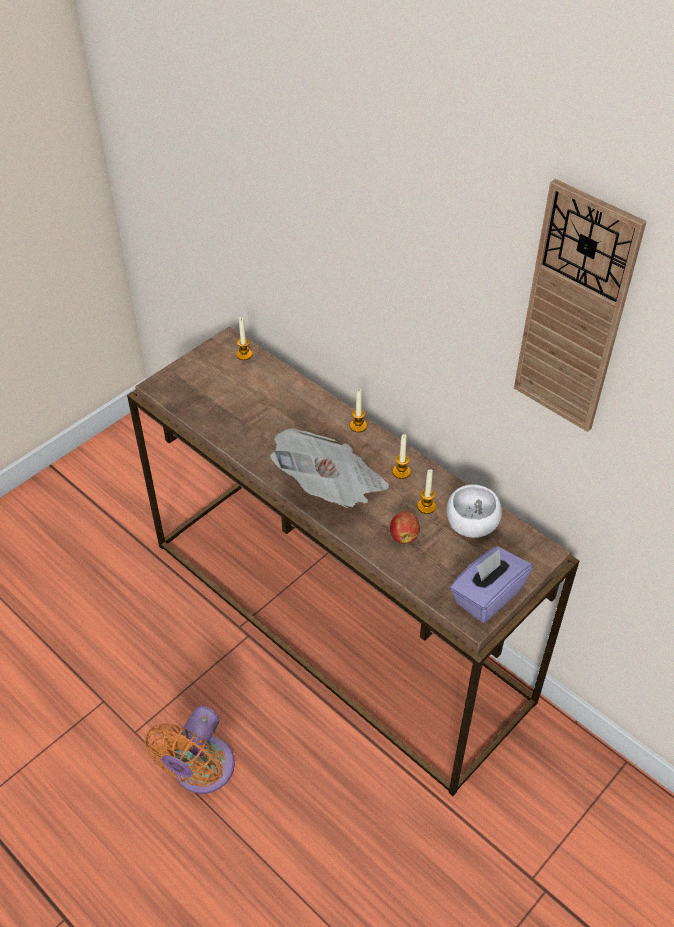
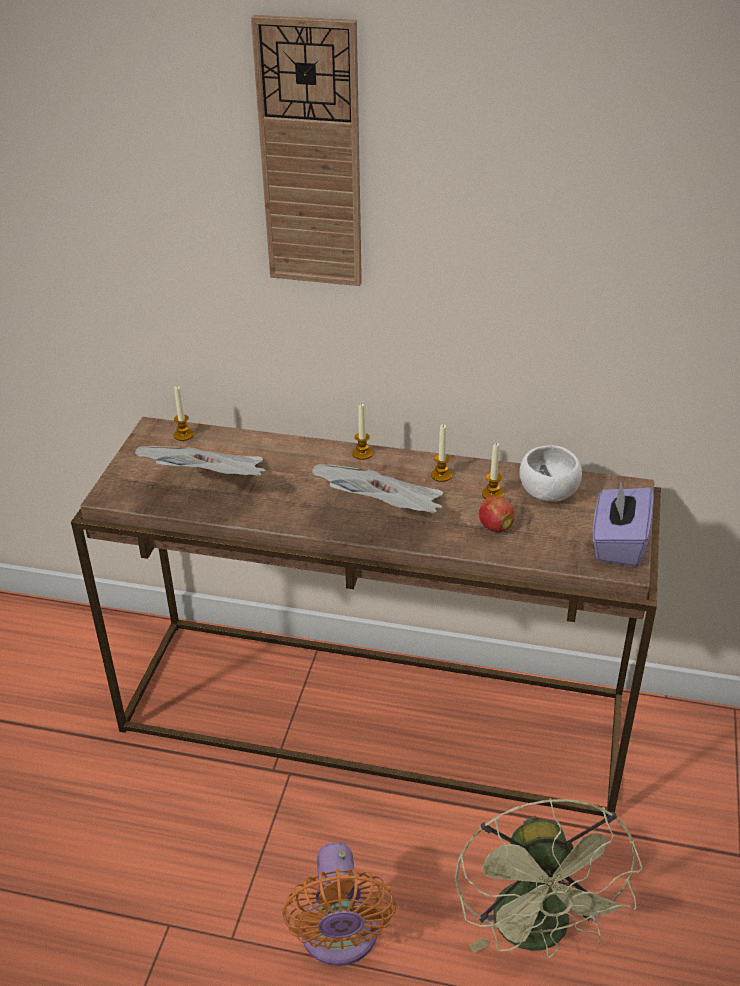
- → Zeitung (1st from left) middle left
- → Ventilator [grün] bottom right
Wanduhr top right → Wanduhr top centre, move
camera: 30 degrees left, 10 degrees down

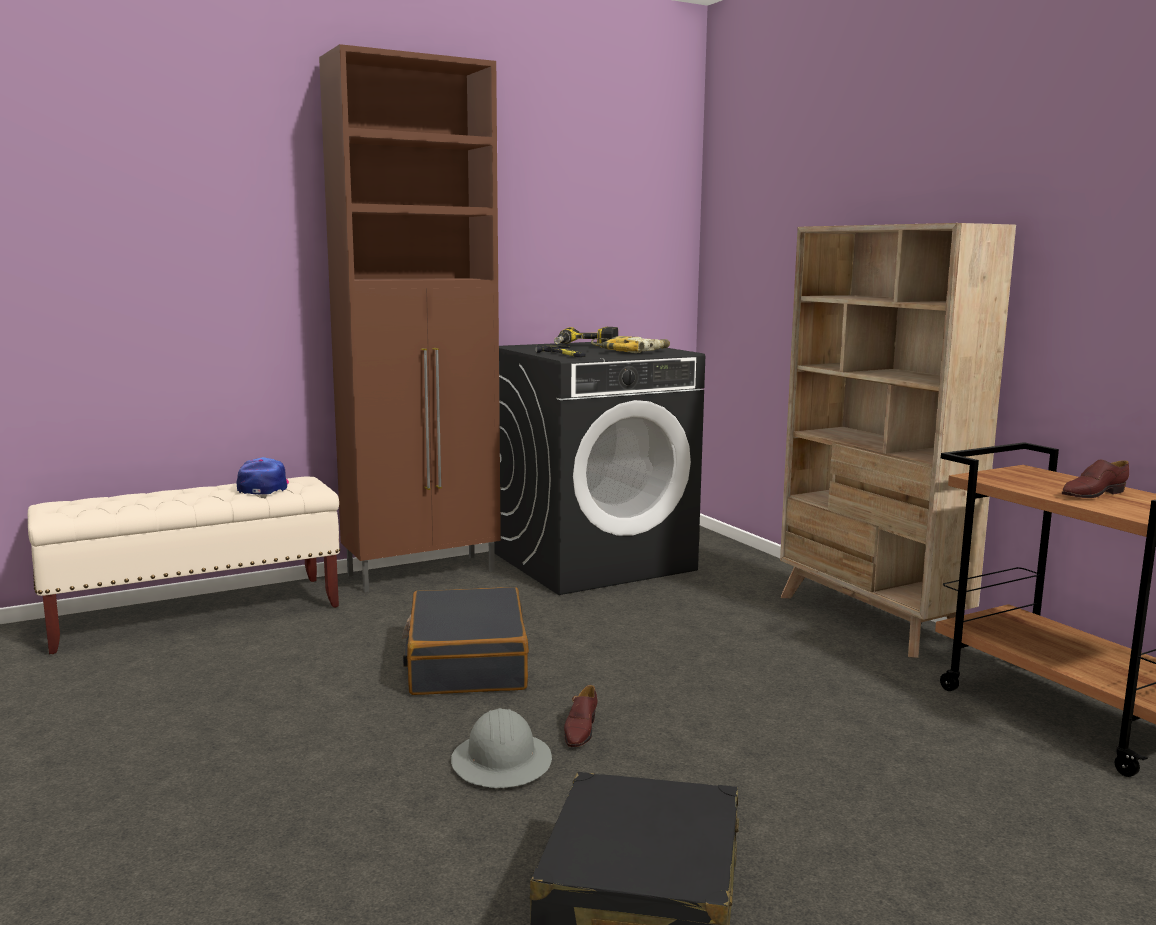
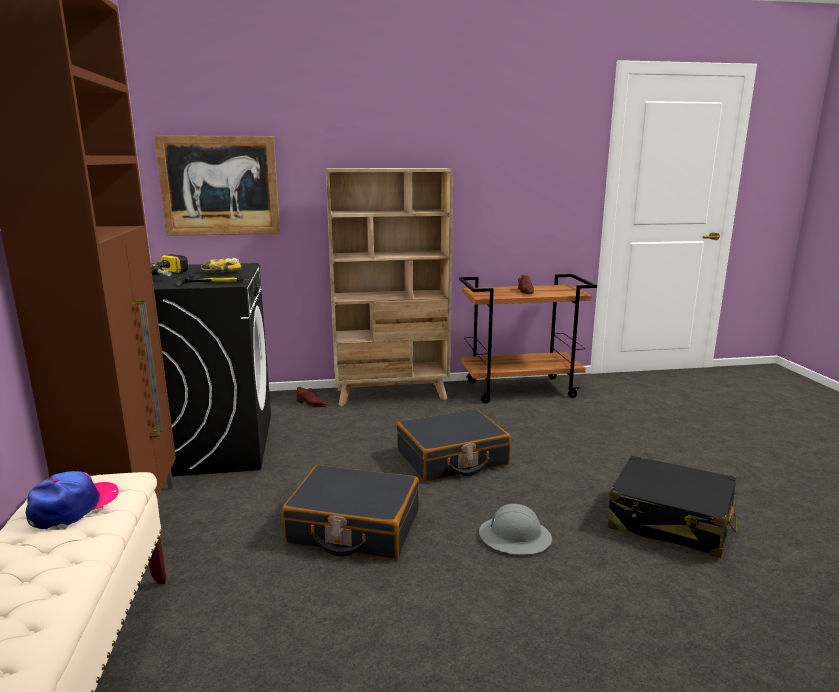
- → Bild top left
- → Koffer [schwarz] (2nd from left) centre
Schuh [braun] (1st from left) bottom centre → Schuh [braun] (1st from left) centre, move
Kappe middle left → Kappe bottom left, 105 degrees clockwise
camera: 70 degrees left, 5 degrees up

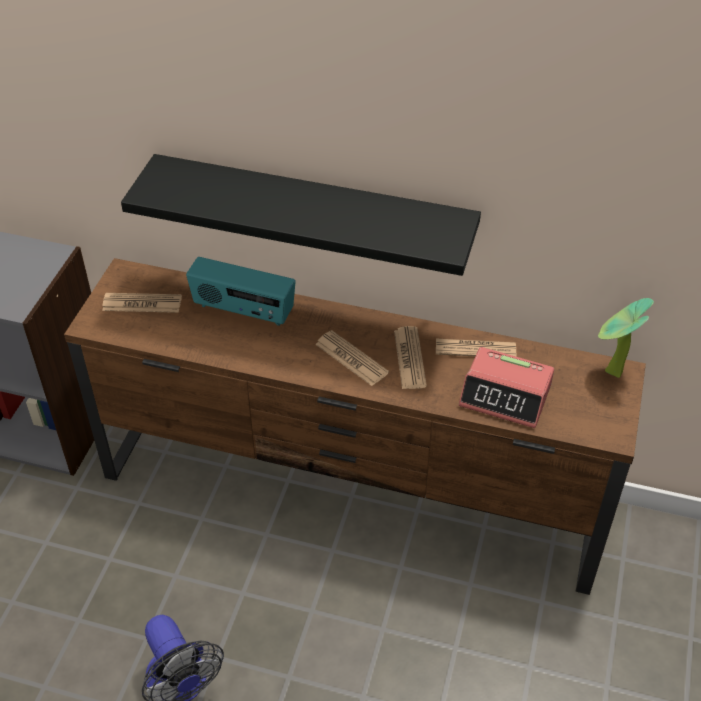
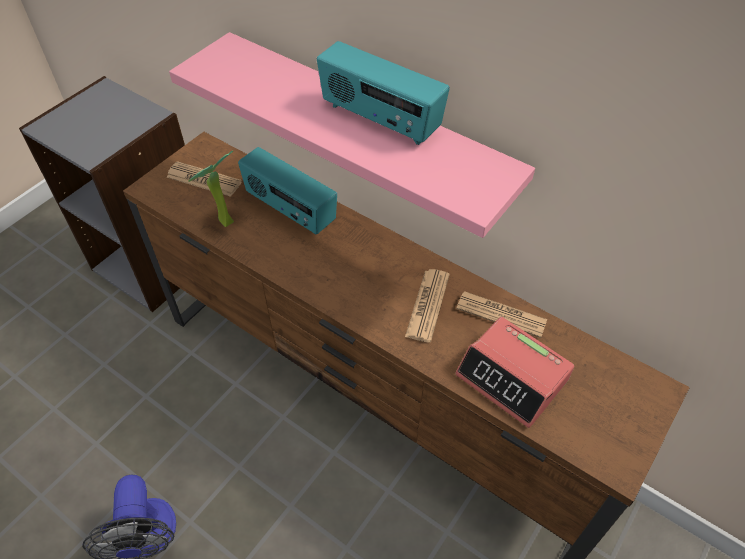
Zeitung (2nd from left) centre → -
- → Radio (2nd from left) top centre
Topfpflanze middle right → Topfpflanze middle left, move
Wandregal [schwarz] top centre → Wandregal [rosa] top centre
camera: 20 degrees right, 5 degrees up

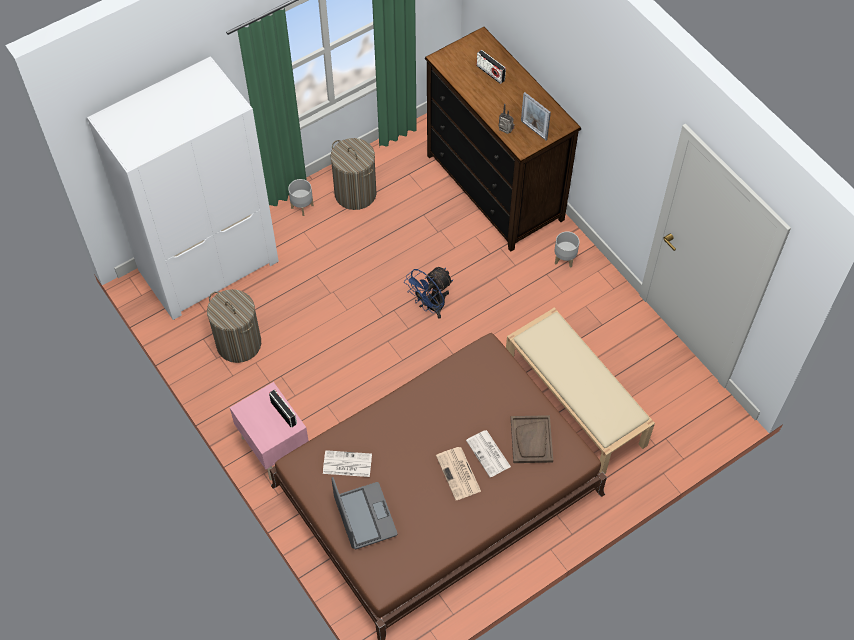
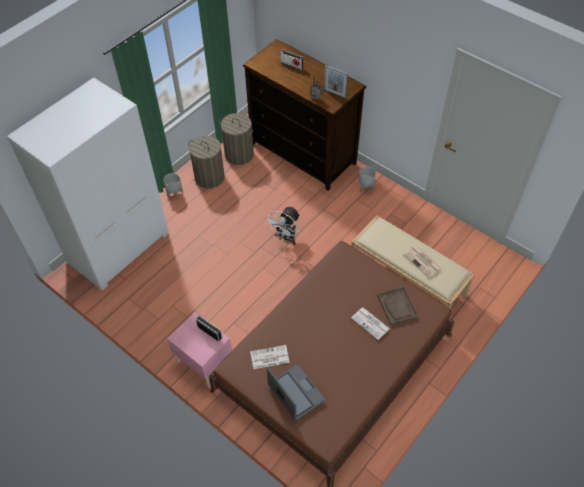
Wäschekorb (1st from left in the first image) middle left → Wäschekorb (2nd from left) top centre, move
Zeitung (2nd from left in the first image) bottom centre → Zeitung (3rd from left) middle right, move
Ventilator [blau] centre → Ventilator [weiß] centre
camera: 15 degrees left, 5 degrees down

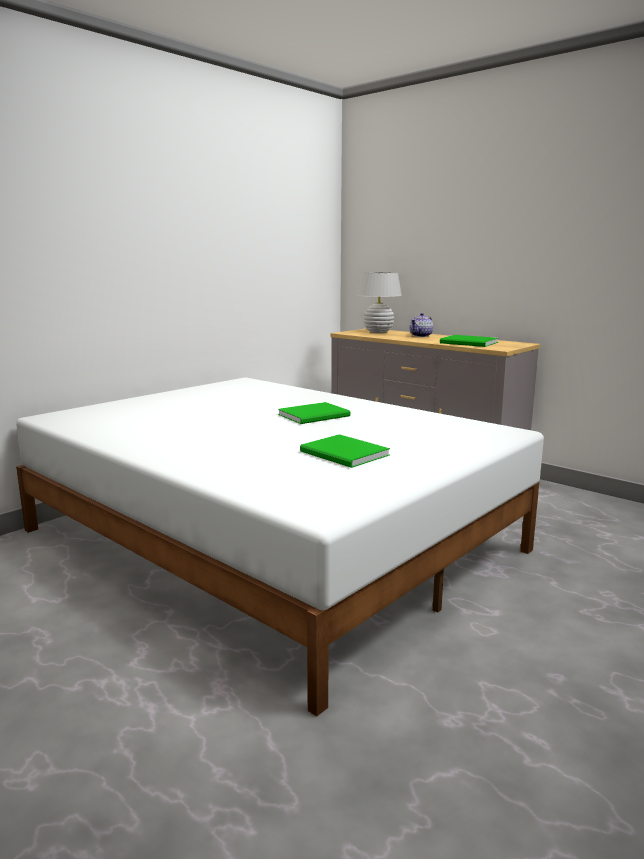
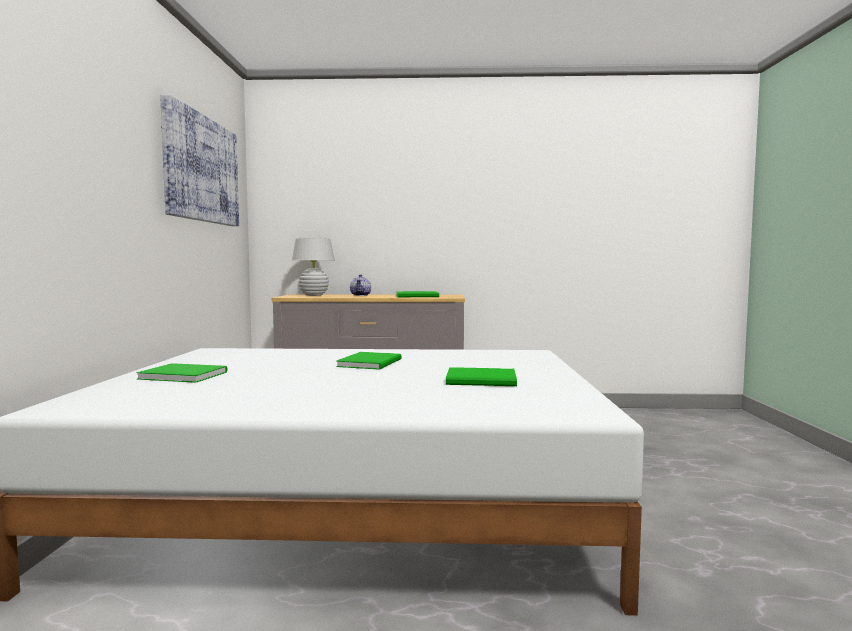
- → Buch [grün] (1st from left) middle left
- → Bild top left
camera: 40 degrees left, 10 degrees down

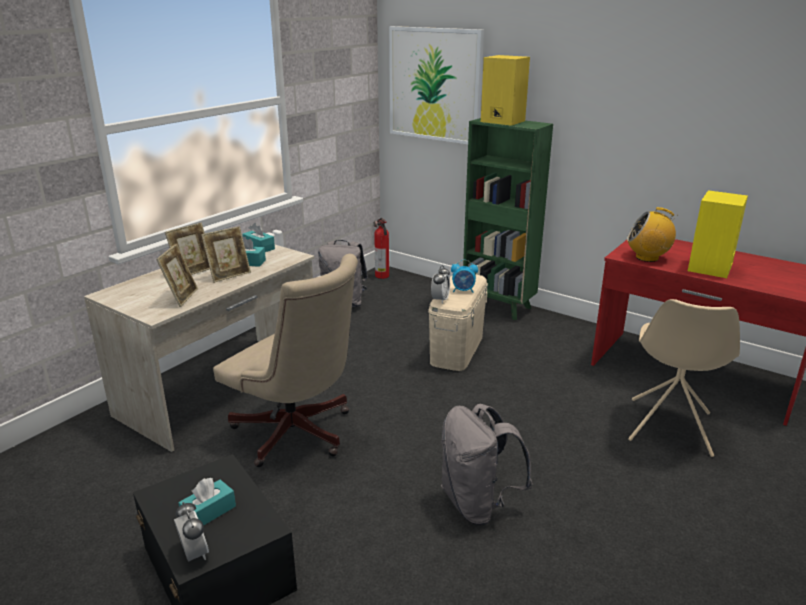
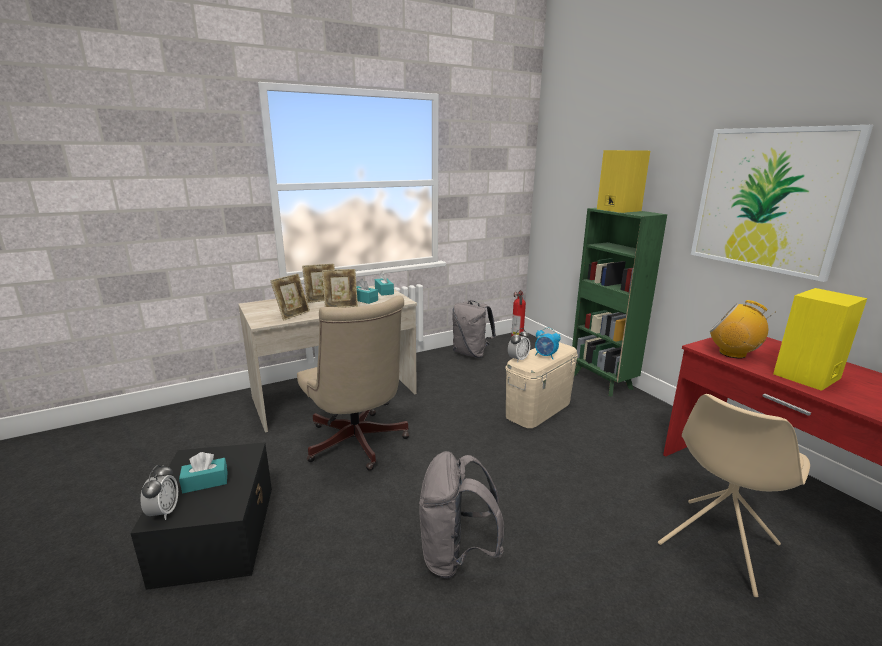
Bild top centre → Bild top right, move
camera: 25 degrees right, 5 degrees down

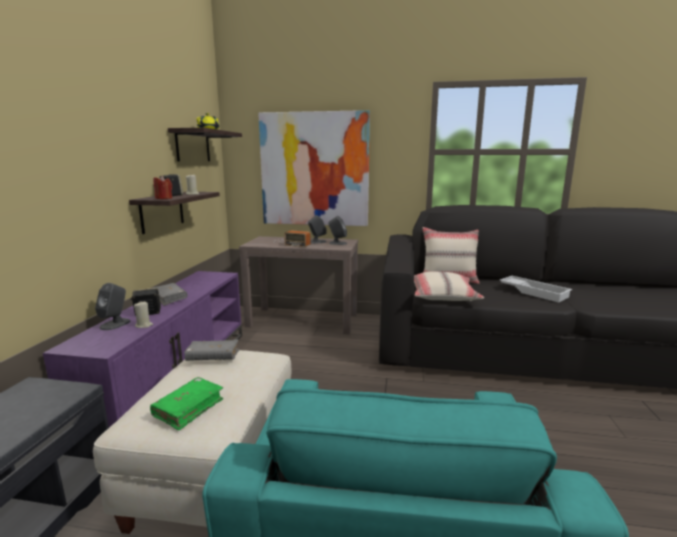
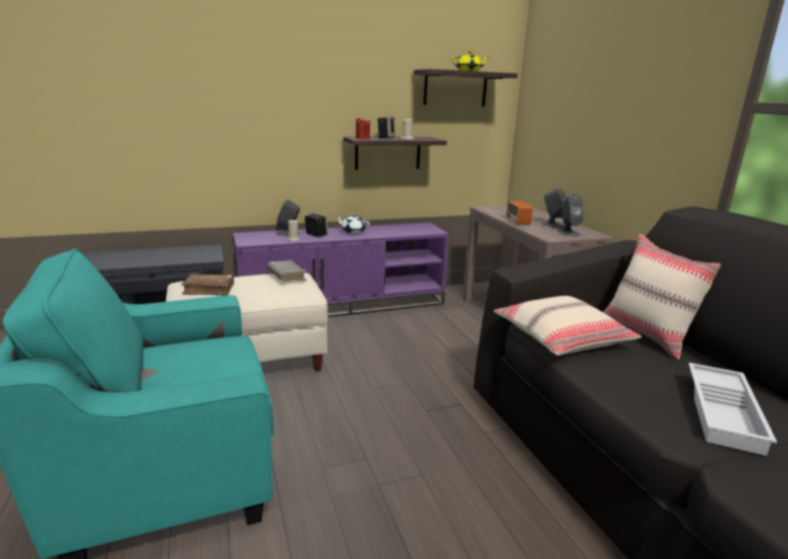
Bild top centre → -
Buch [grau] (1st from left) middle left → Teekanne [weiß] centre
Buch [grün] bottom left → Buch [braun] middle left
camera: 60 degrees right, 5 degrees up

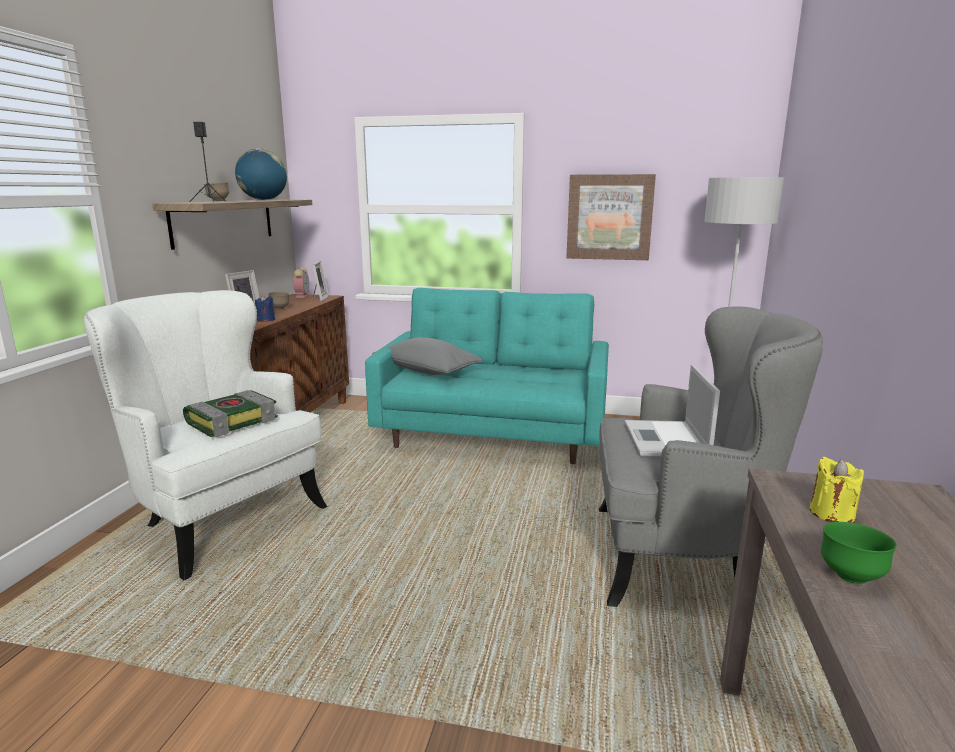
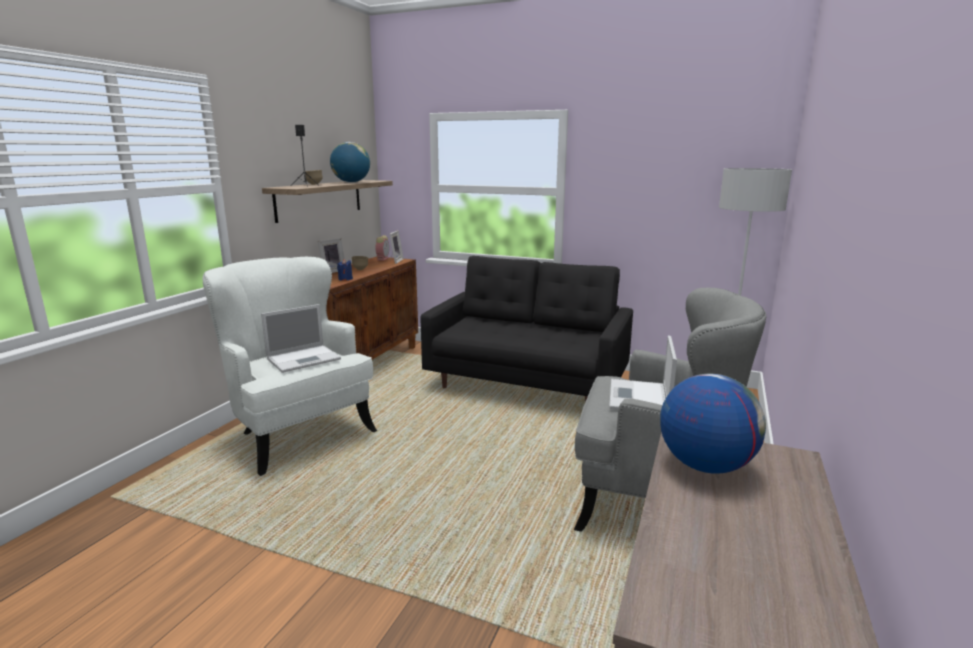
Kissen [grau] centre → -
Bild top centre → -
Schüssel [grün] bottom right → -
Buch middle left → Laptop (1st from left) middle left
Kerze [gelb] middle right → Globus (2nd from left) middle right
Sofa [türkis] centre → Sofa [schwarz] centre
camera: 10 degrees right, 0 degrees up

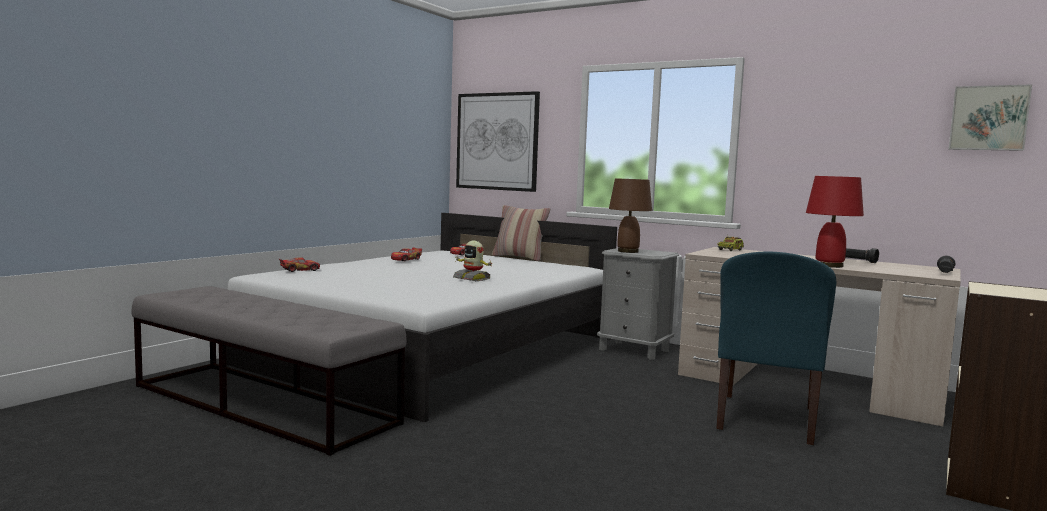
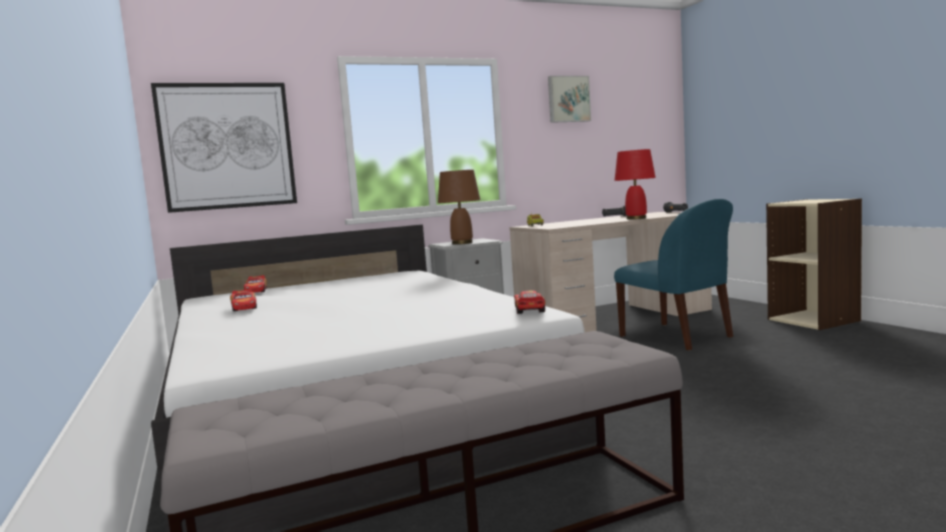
Spielzeugroboter centre → -
Kissen centre → -
Spielzeugauto (1st from left in the first image) middle left → Spielzeugauto (3rd from left) centre, move
Bild (2nd from left) top right → Bild (2nd from left) top centre, move
camera: 55 degrees left, 0 degrees up

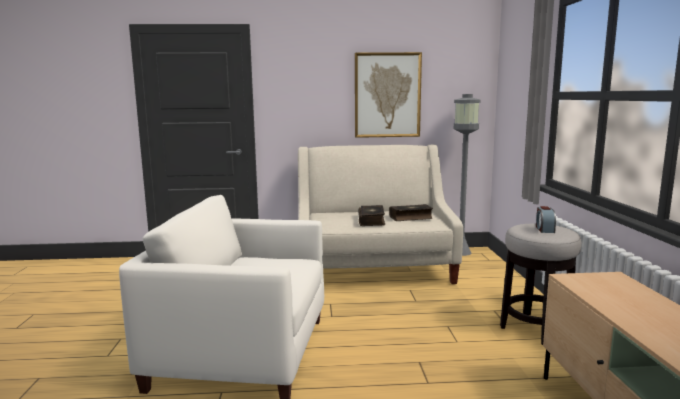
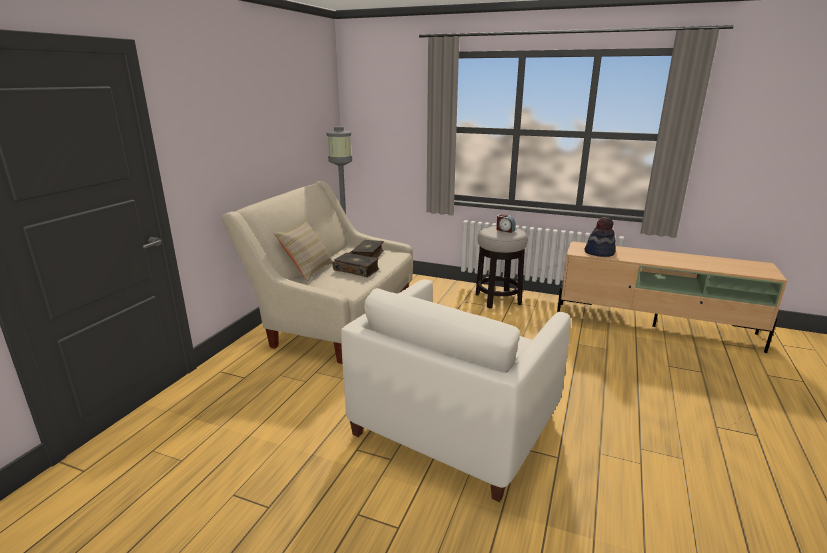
Bild top centre → -
- → Kissen [beige] centre
- → Hut middle right
camera: 65 degrees left, 10 degrees up

